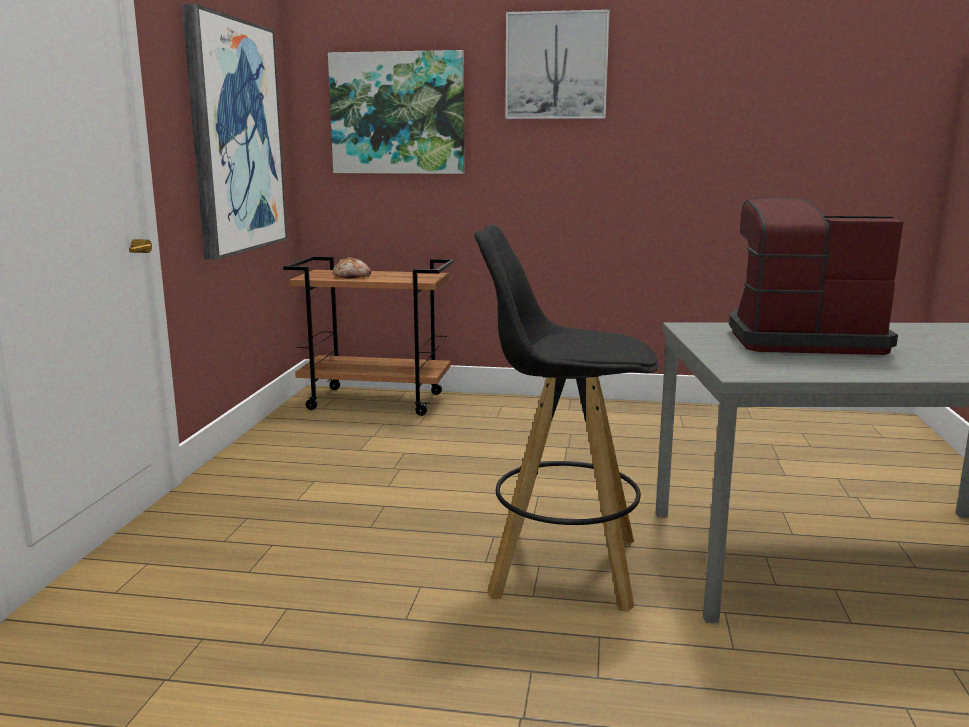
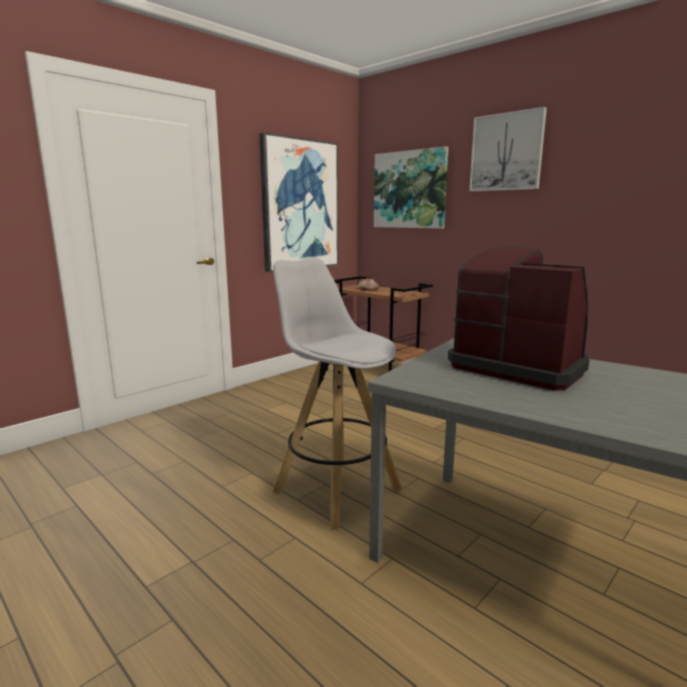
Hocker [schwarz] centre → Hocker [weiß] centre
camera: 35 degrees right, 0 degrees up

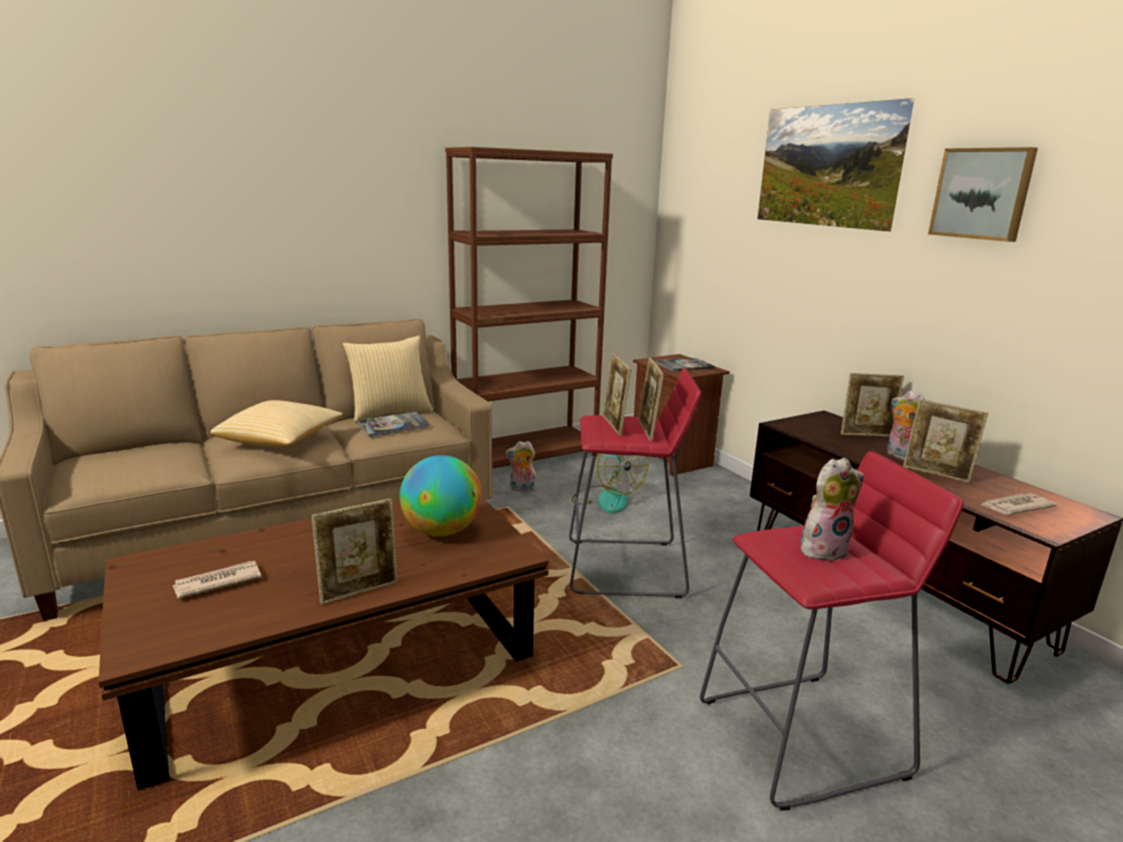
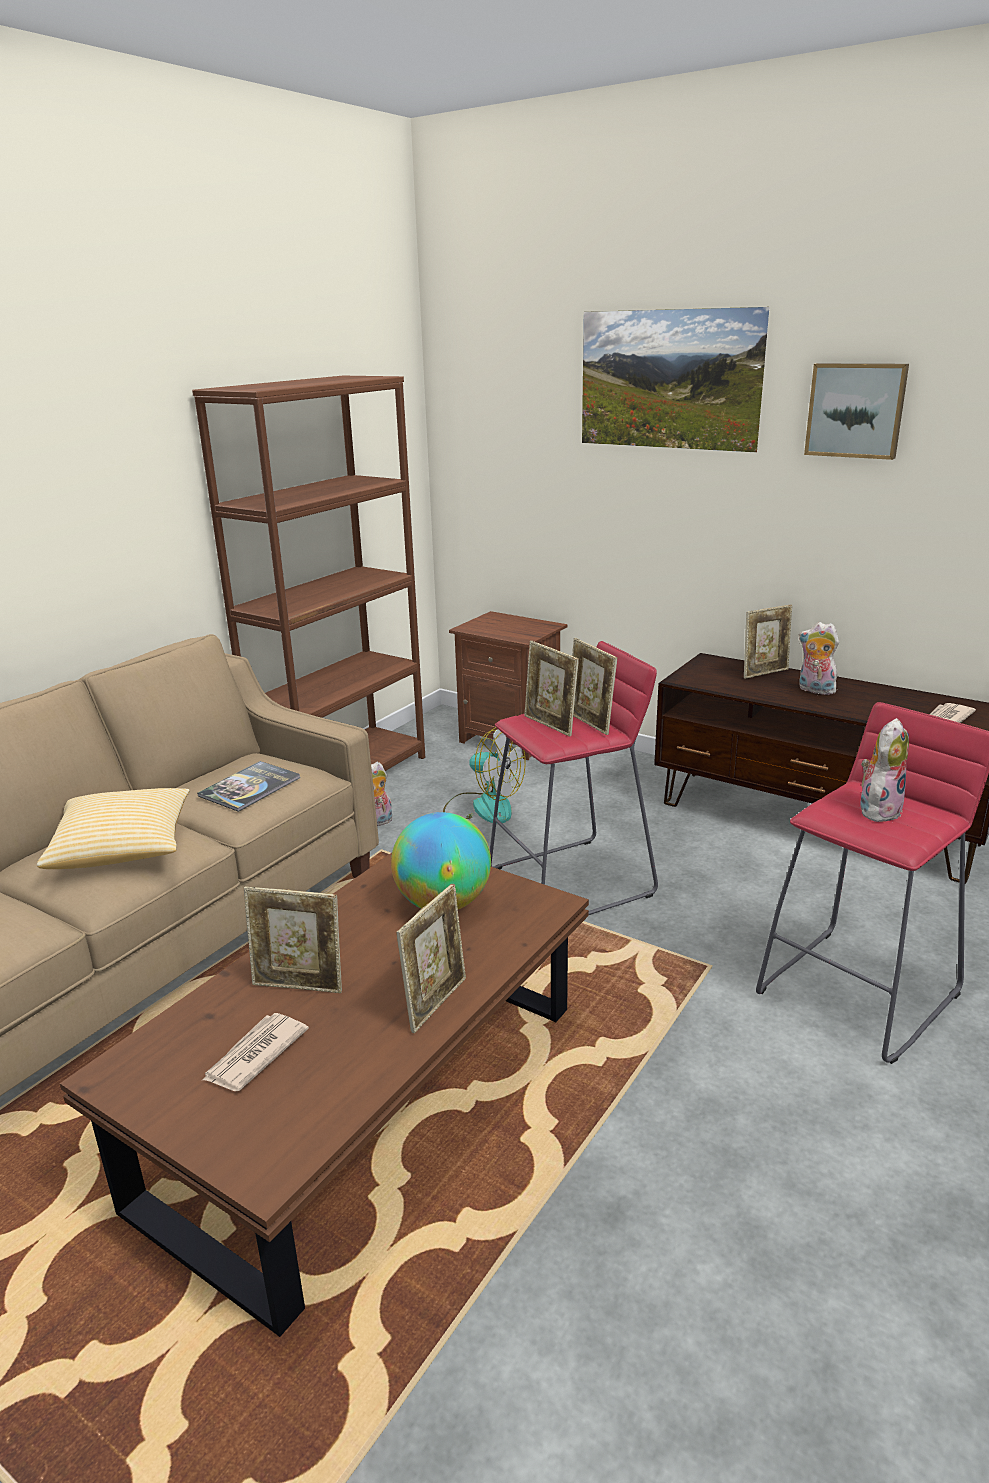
Kissen (2nd from left) centre → -
Buch (2nd from left) centre → -
Bilderrahmen (5th from left in the first image) middle right → Bilderrahmen (1st from left) middle left, move
camera: 25 degrees left, 5 degrees up

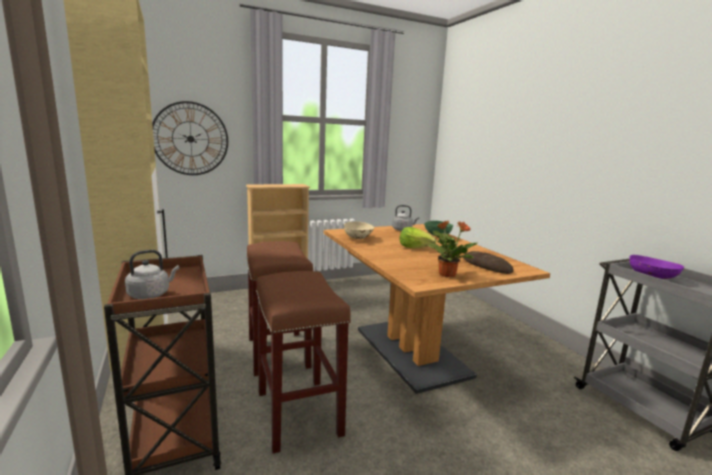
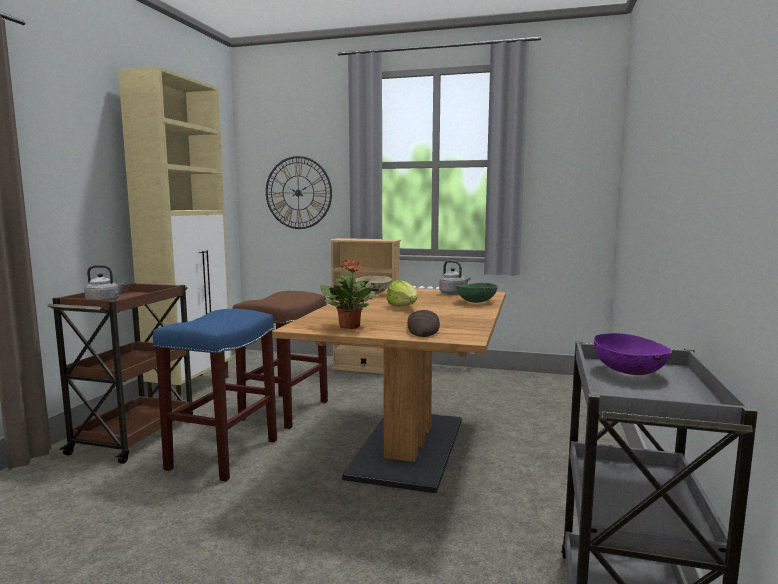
Hocker [braun] (2nd from left) bottom centre → Hocker [blau] bottom left
camera: 40 degrees right, 5 degrees down

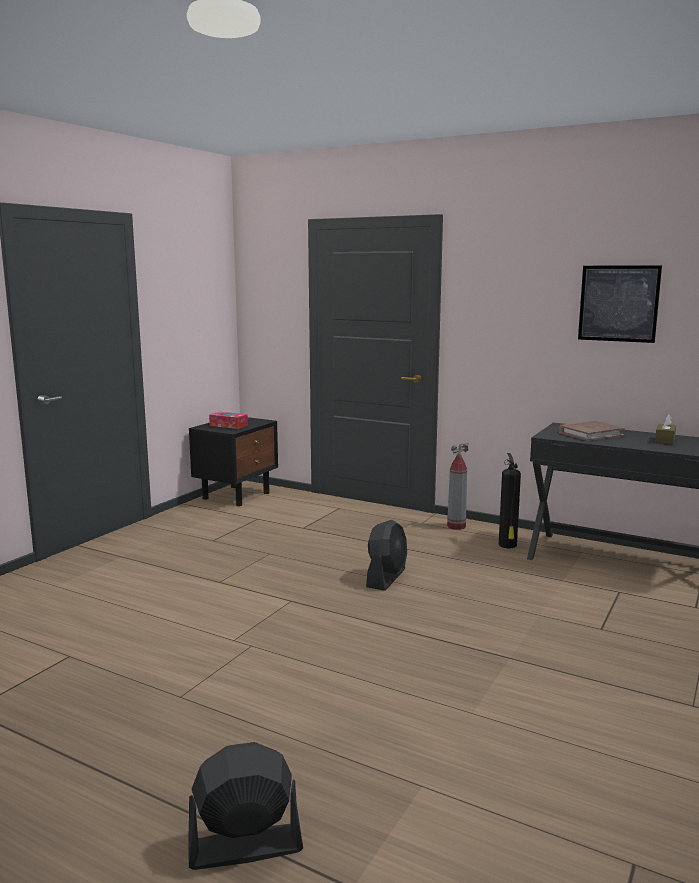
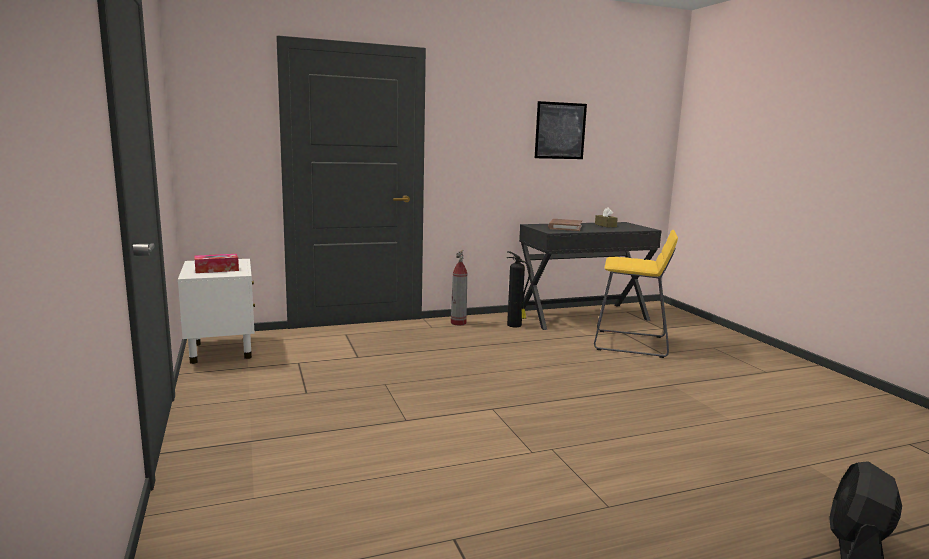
Ventilator [schwarz] (2nd from left) centre → -
- → Hocker [gelb] middle right
Nachttisch [schwarz] centre → Nachttisch [weiß] middle left
camera: 50 degrees left, 0 degrees up

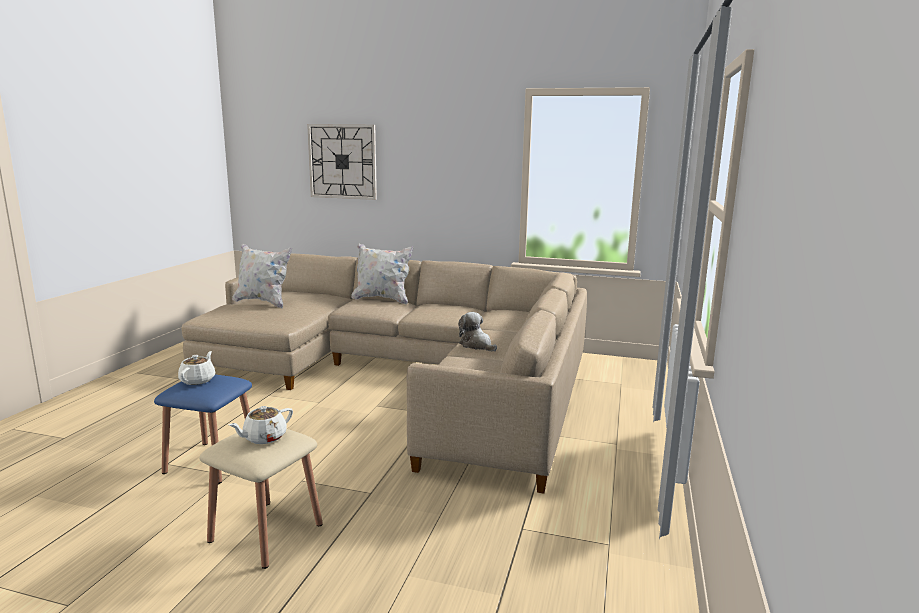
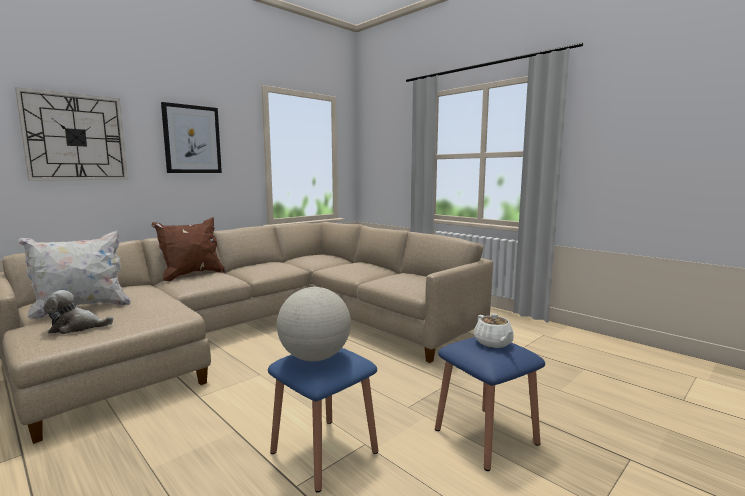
- → Bild top left
Plüschtier centre → Plüschtier middle left, move
Teekanne [weiß] (1st from left) middle left → Globus centre
Hocker [beige] bottom left → Hocker [blau] (2nd from left) bottom centre
Kissen [weiß] (2nd from left) centre → Kissen [braun] middle left
camera: 60 degrees left, 5 degrees down

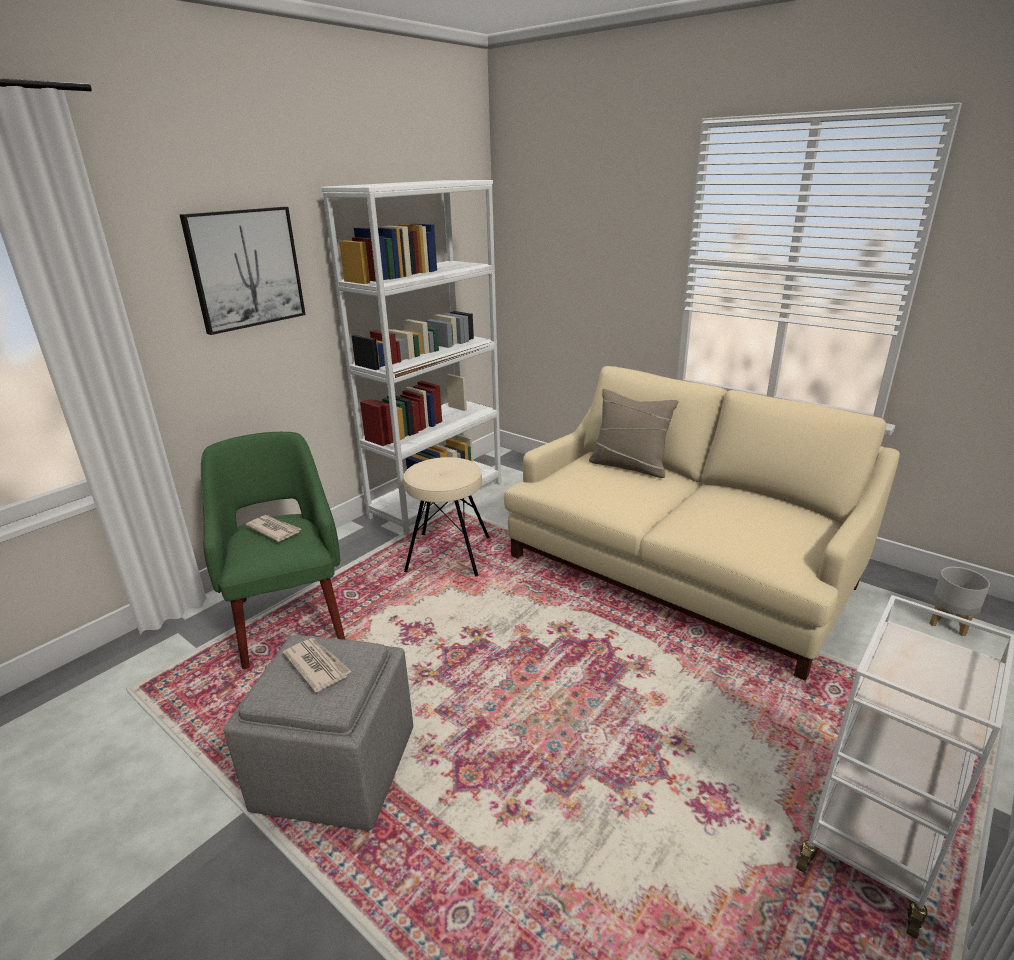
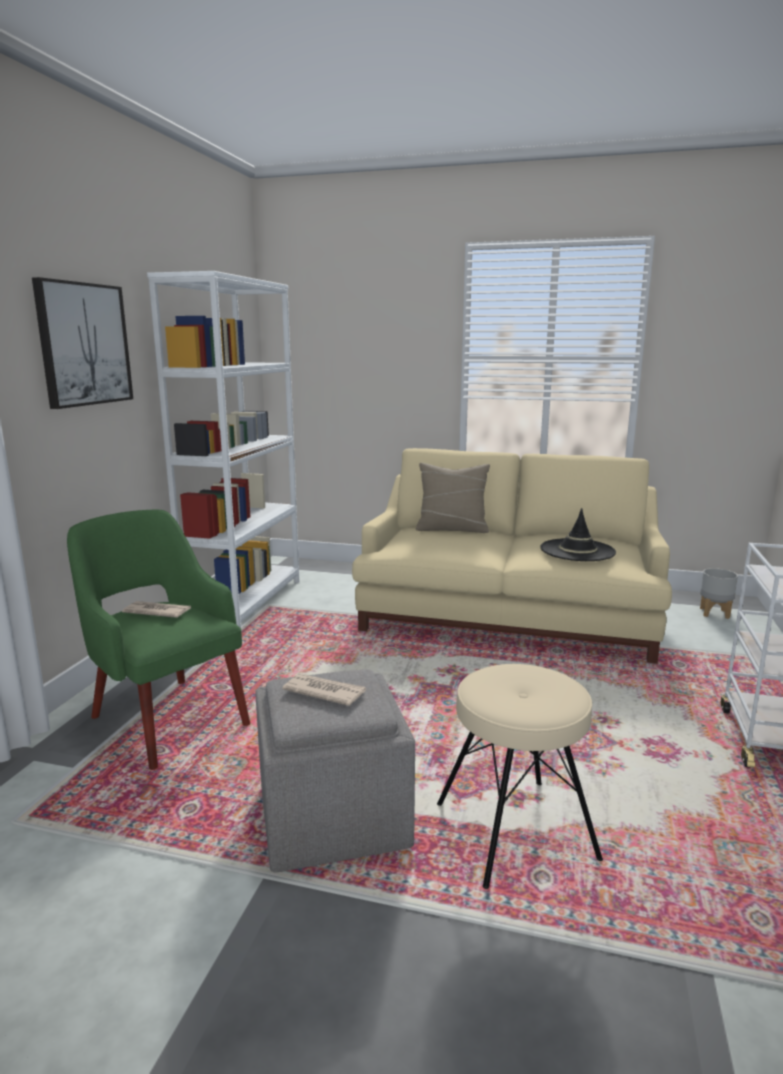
- → Hut [schwarz] middle right
Hocker [beige] centre → Hocker [beige] bottom centre, move
camera: 25 degrees left, 10 degrees down

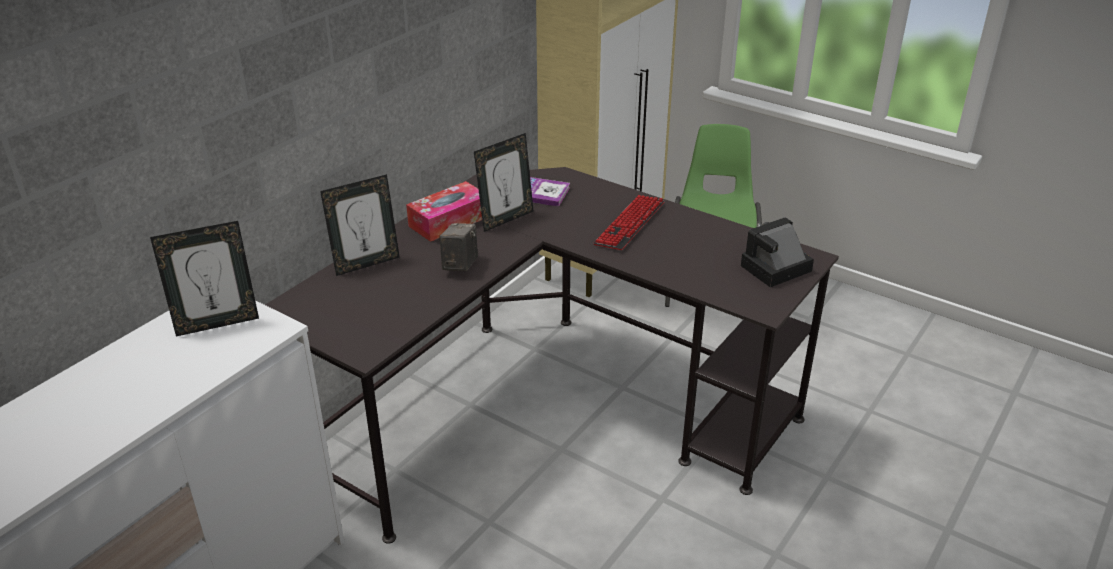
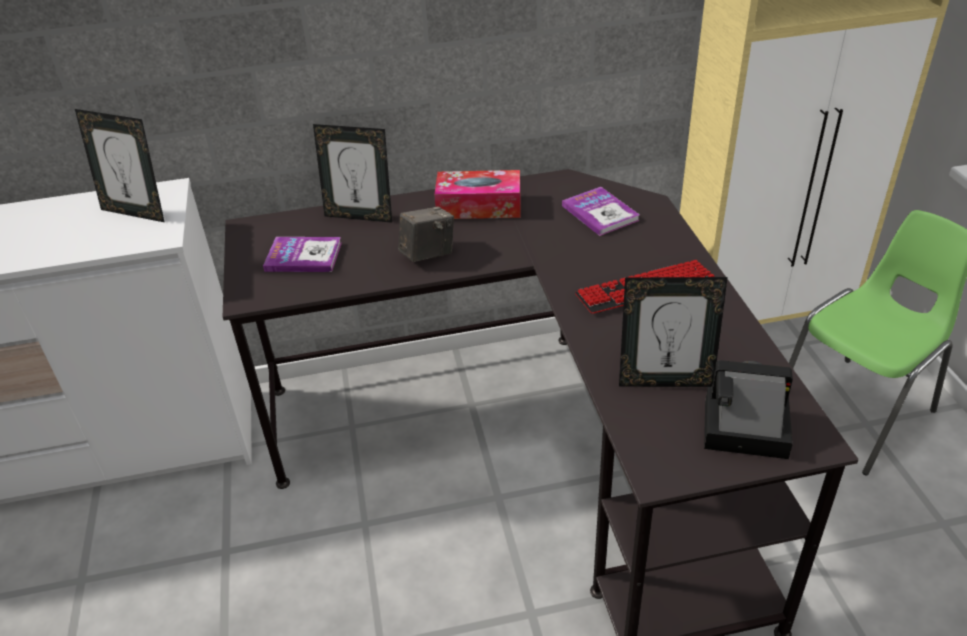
- → Buch (1st from left) middle left
Bilderrahmen (3rd from left) top centre → Bilderrahmen (3rd from left) middle right, move
camera: 45 degrees right, 5 degrees up

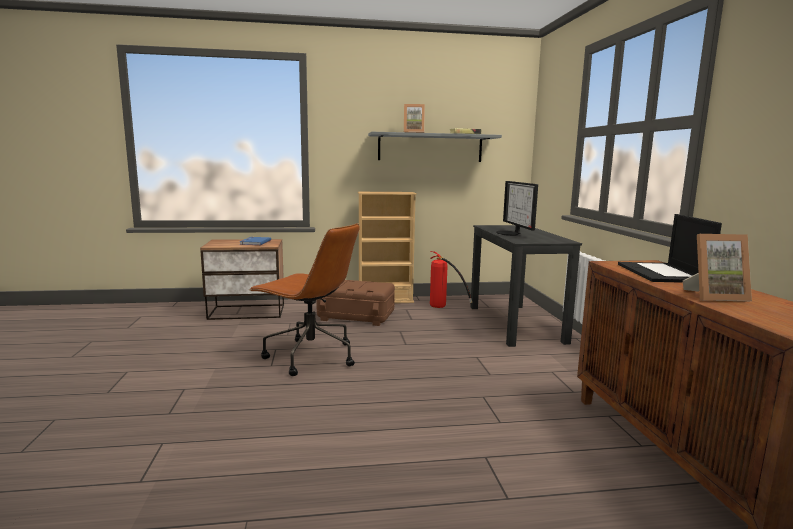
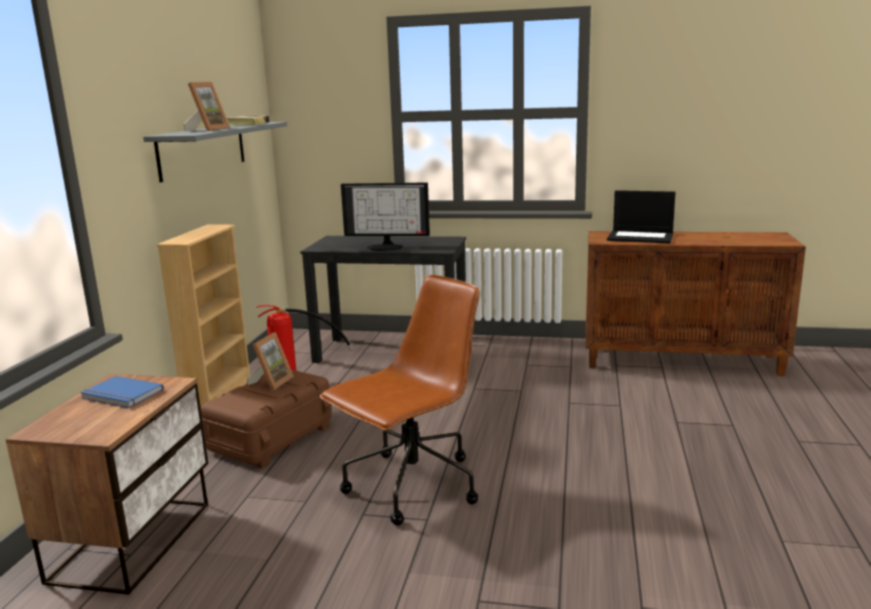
Bilderrahmen (2nd from left) middle right → Bilderrahmen (2nd from left) middle left, move
camera: 70 degrees left, 5 degrees up

